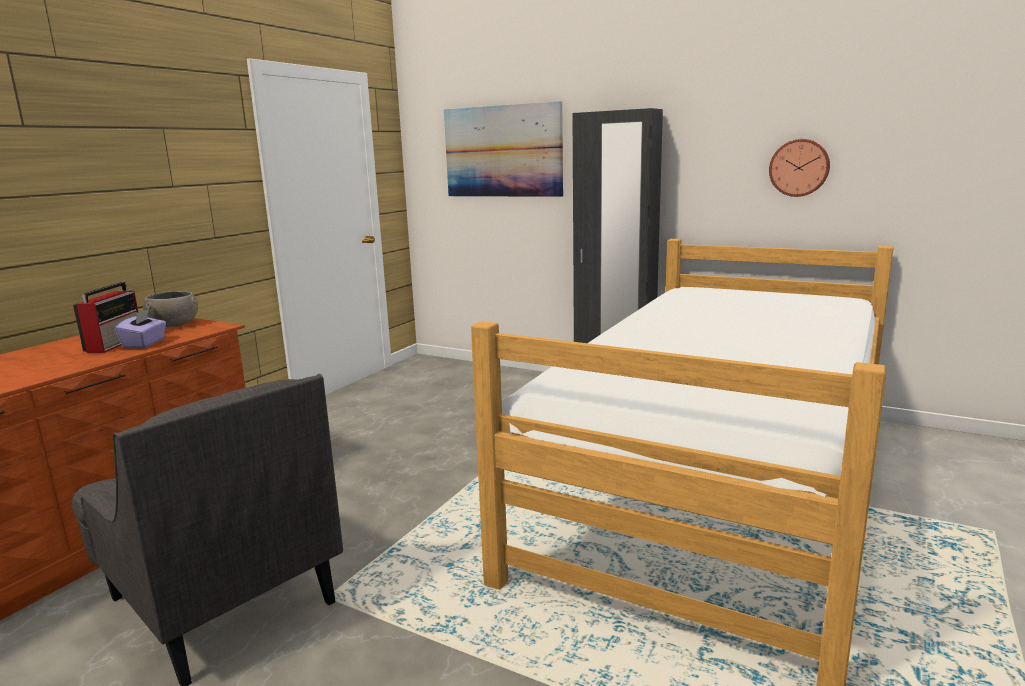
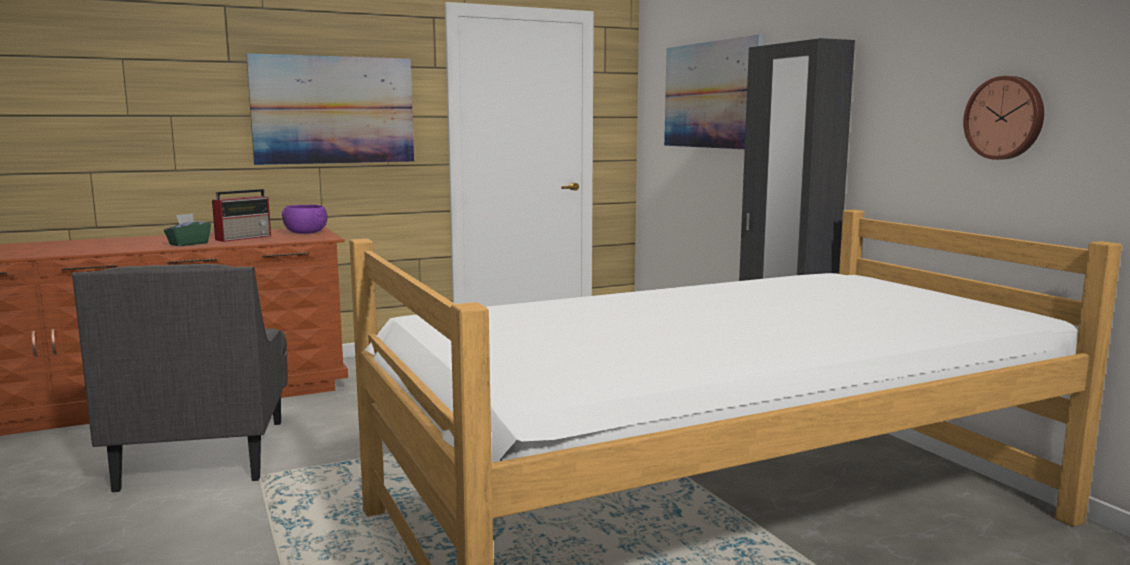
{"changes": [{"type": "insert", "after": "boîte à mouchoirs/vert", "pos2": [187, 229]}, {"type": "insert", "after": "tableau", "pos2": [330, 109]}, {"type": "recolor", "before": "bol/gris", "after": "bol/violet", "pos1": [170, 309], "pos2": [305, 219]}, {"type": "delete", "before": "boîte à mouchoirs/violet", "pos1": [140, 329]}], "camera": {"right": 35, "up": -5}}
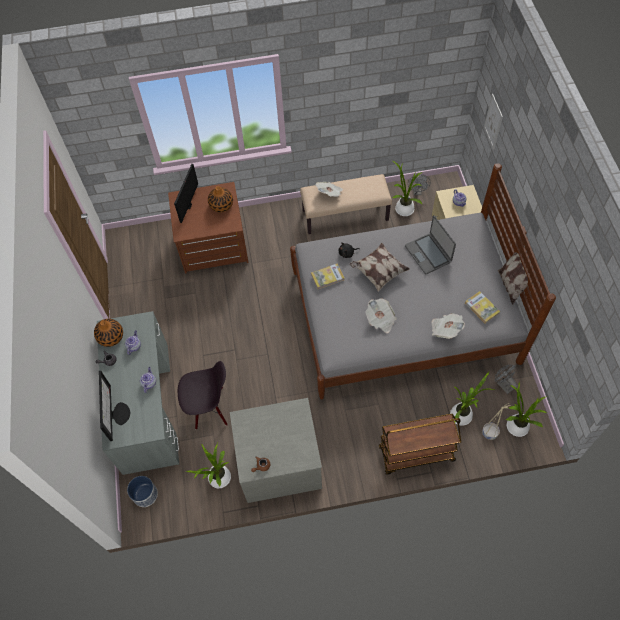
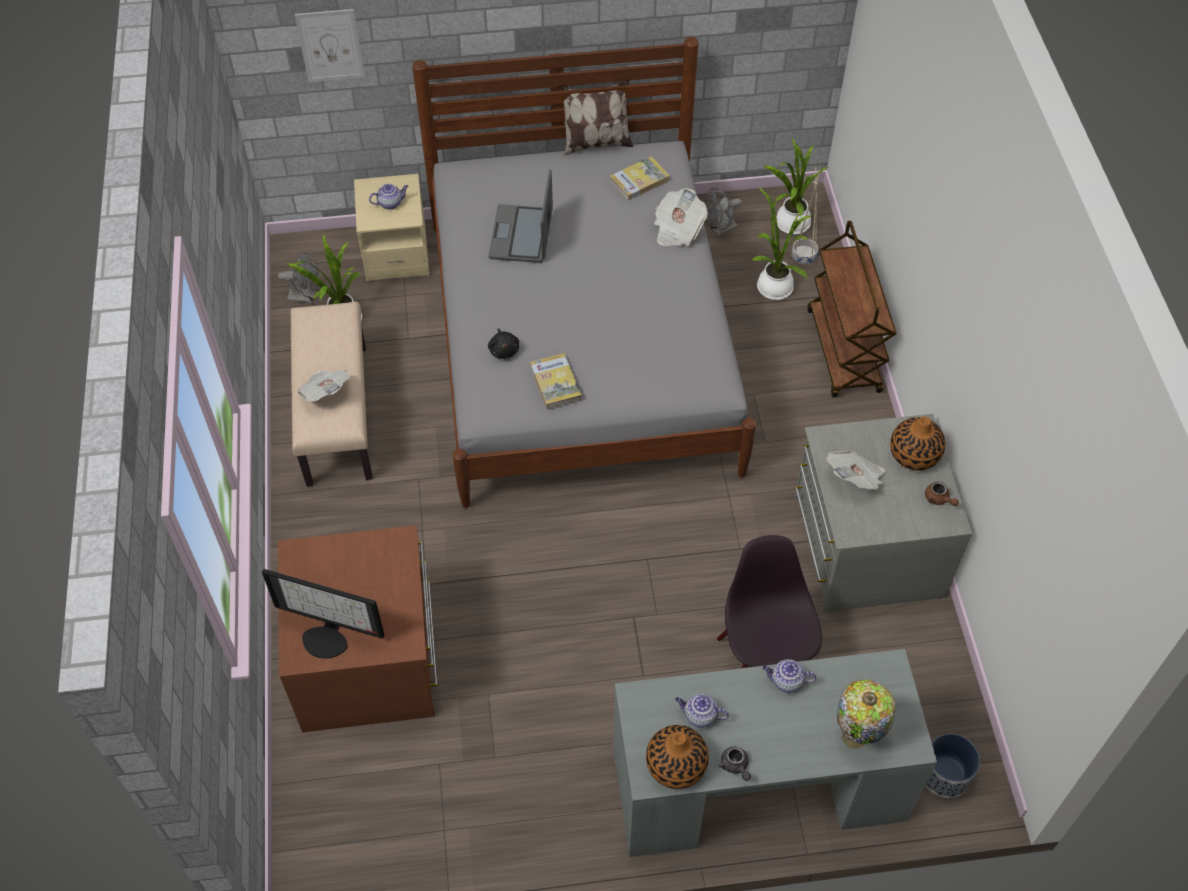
{"changes": [{"type": "rotate", "before": "ordinateur portable", "pos1": [430, 244], "pos2": [520, 216], "turn": 120}, {"type": "move", "before": "journal", "pos1": [381, 315], "pos2": [856, 470]}, {"type": "replace", "before": "écran d'ordinateur", "after": "lampe de table", "pos1": [114, 406], "pos2": [866, 714]}, {"type": "move", "before": "vase", "pos1": [220, 199], "pos2": [917, 443]}, {"type": "delete", "before": "plante en pot", "pos1": [208, 465]}, {"type": "delete", "before": "coussin", "pos1": [380, 267]}], "camera": {"right": -90, "up": -5}}
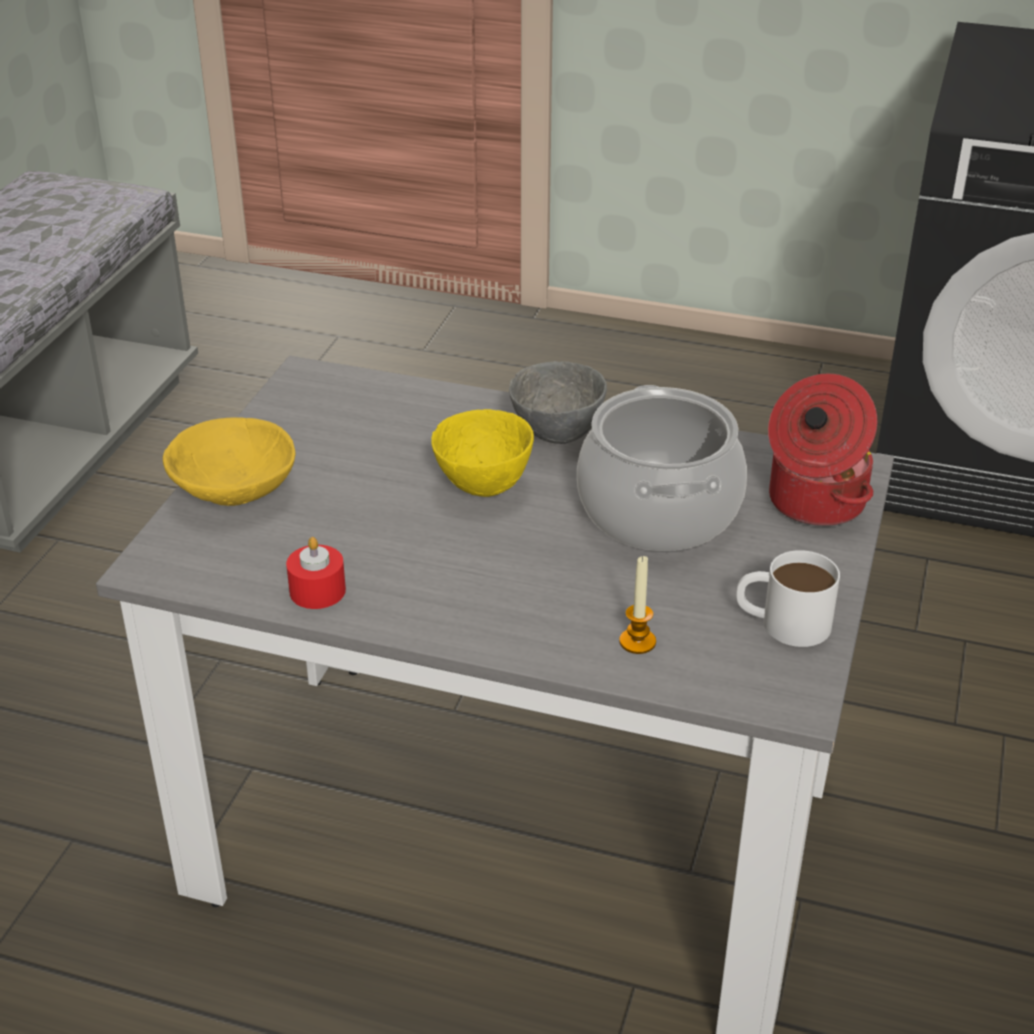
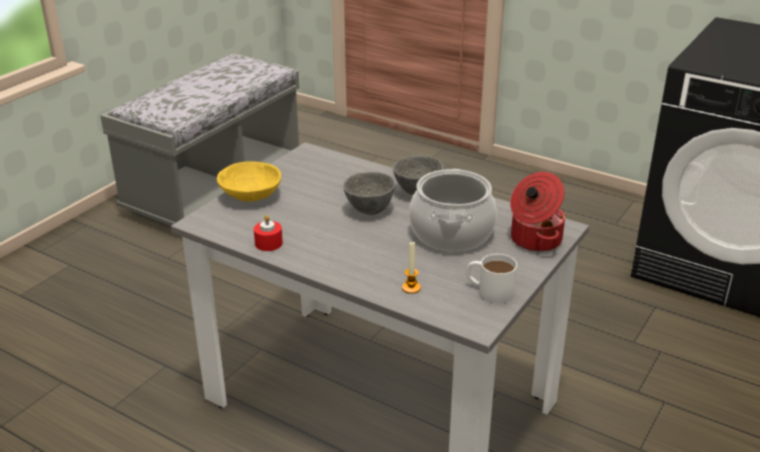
{"changes": [{"type": "recolor", "before": "bol/jaune", "after": "bol/gris", "pos1": [482, 453], "pos2": [369, 193]}], "camera": {"right": 15, "up": -5}}
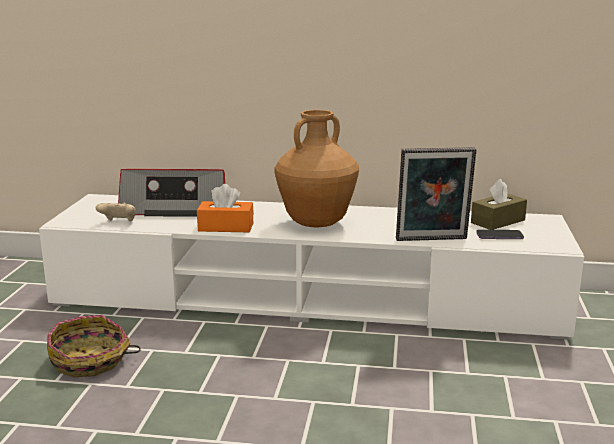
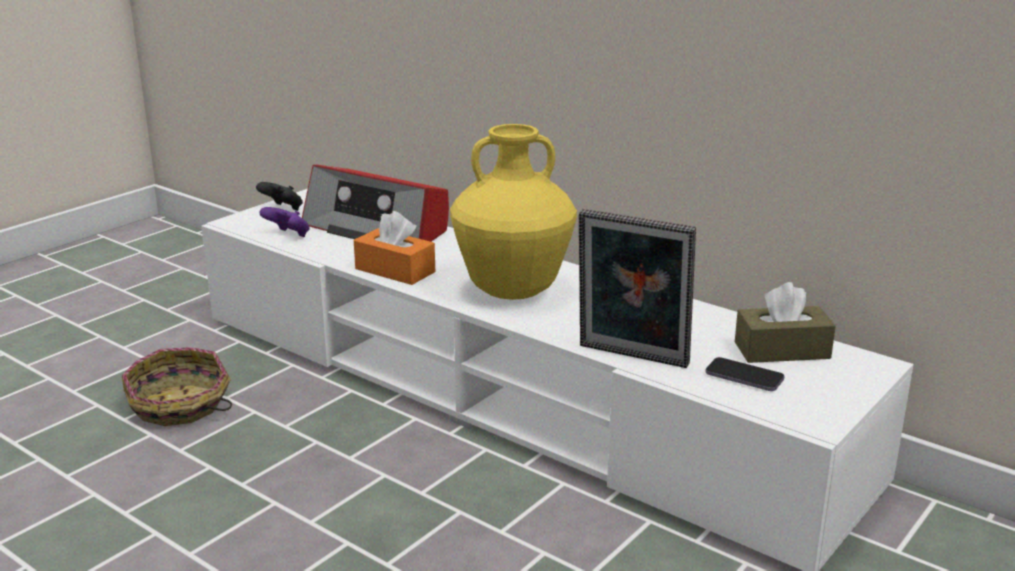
{"changes": [{"type": "insert", "after": "manette/noir", "pos2": [279, 196]}, {"type": "recolor", "before": "manette/beige", "after": "manette/violet", "pos1": [116, 212], "pos2": [284, 222]}, {"type": "recolor", "before": "vase/marron", "after": "vase/jaune", "pos1": [317, 168], "pos2": [513, 212]}], "camera": {"right": 30, "up": 5}}
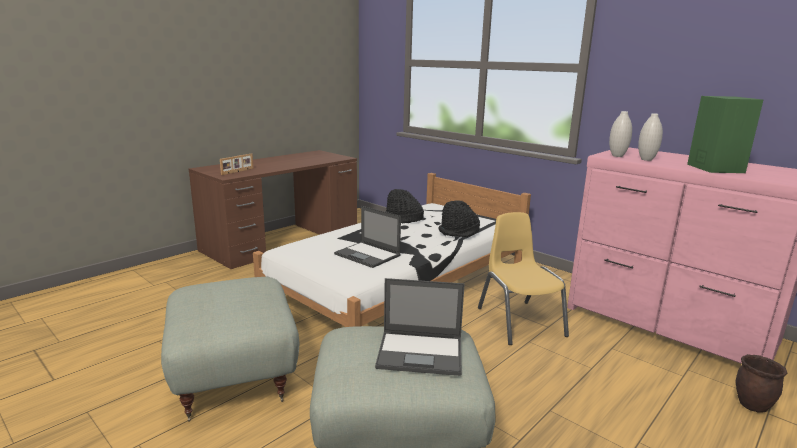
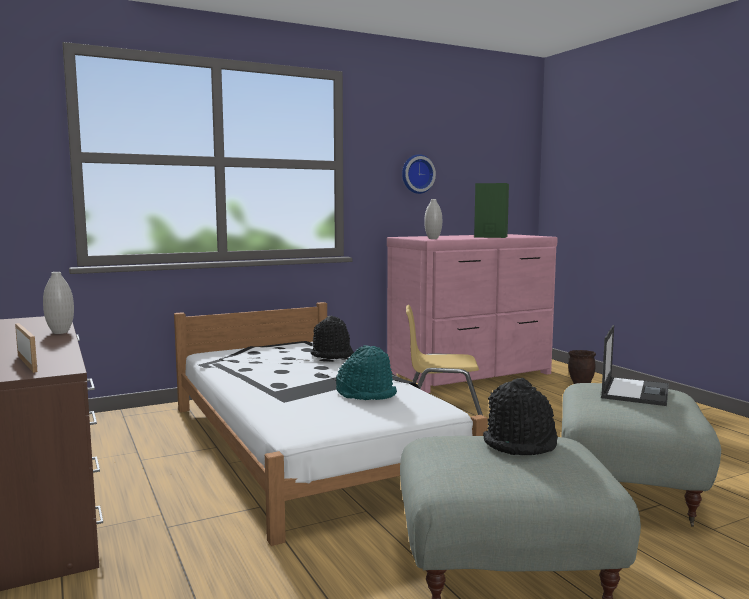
{"changes": [{"type": "move", "before": "vase/blanc", "pos1": [650, 137], "pos2": [58, 303]}, {"type": "replace", "before": "ordinateur portable", "after": "chapeau/turquoise", "pos1": [367, 237], "pos2": [366, 372]}, {"type": "insert", "after": "horloge murale", "pos2": [419, 174]}, {"type": "move", "before": "chapeau/noir", "pos1": [404, 206], "pos2": [520, 416]}], "camera": {"right": -70, "up": -10}}
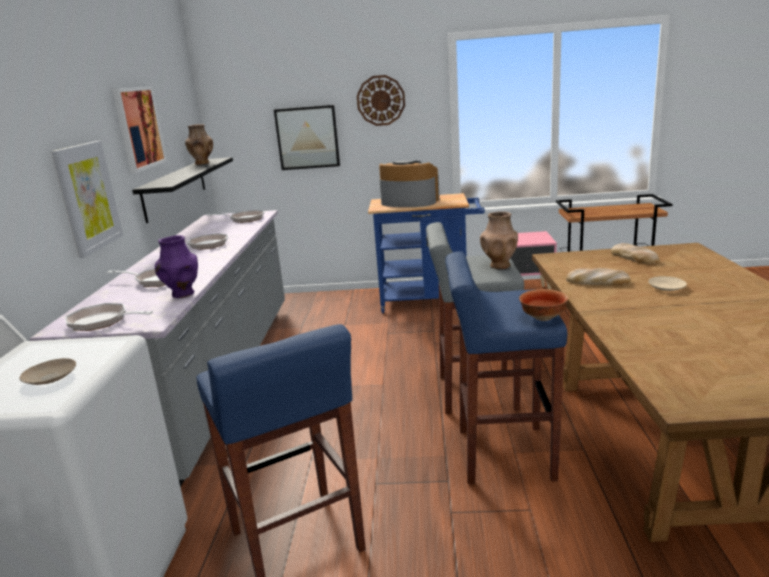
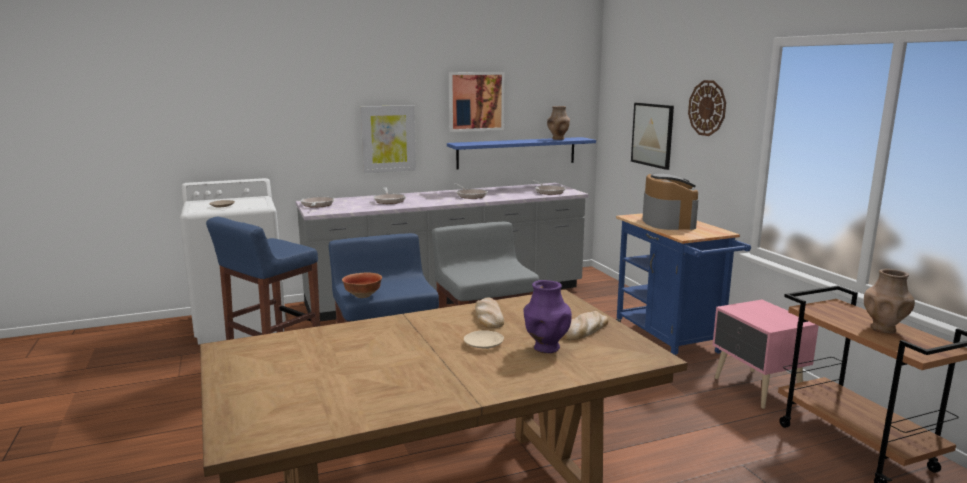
{"changes": [{"type": "recolor", "before": "étagère/noir", "after": "étagère/bleu", "pos1": [182, 190], "pos2": [521, 153]}, {"type": "move", "before": "vase/violet", "pos1": [176, 266], "pos2": [547, 316]}, {"type": "move", "before": "vase/marron", "pos1": [499, 240], "pos2": [889, 301]}], "camera": {"right": 65, "up": -5}}
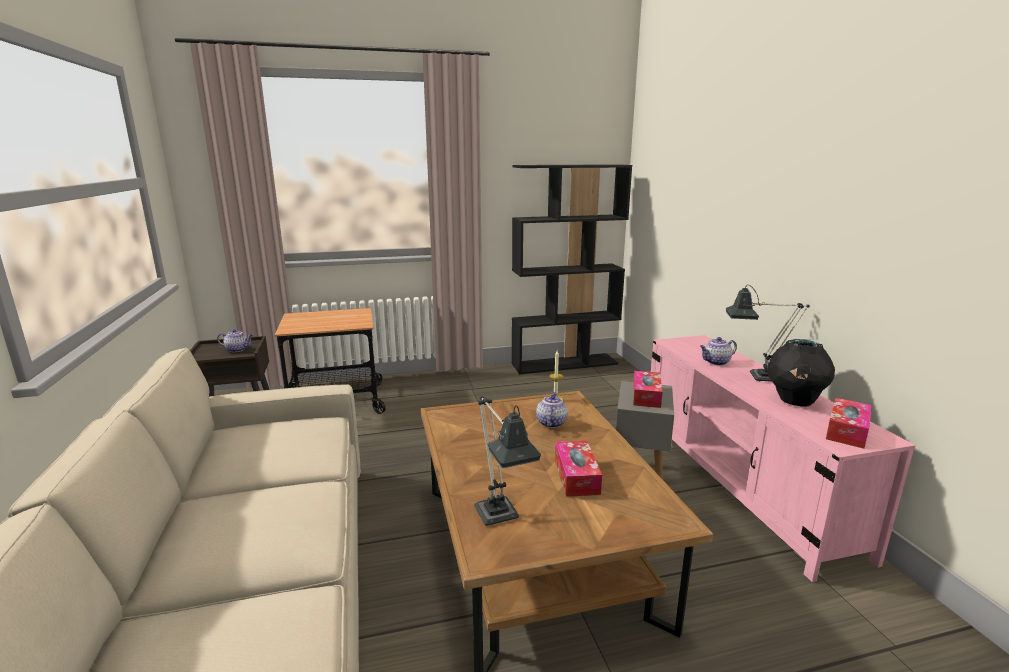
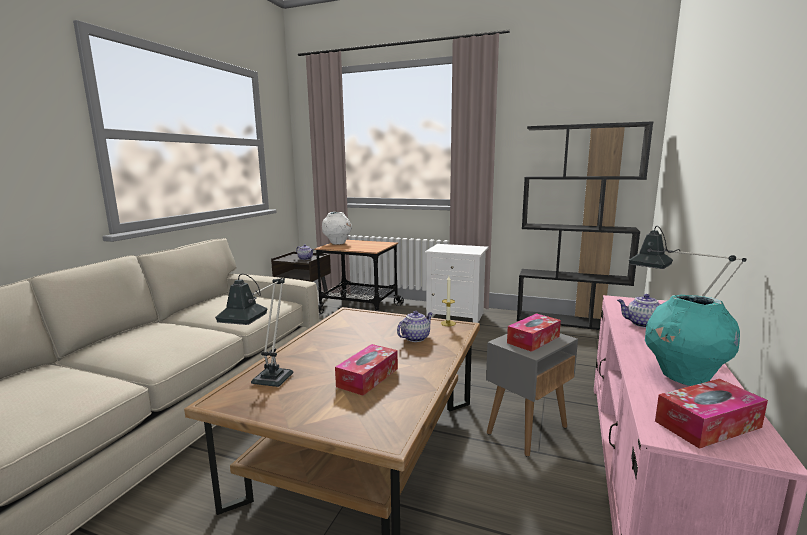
{"changes": [{"type": "insert", "after": "vase/blanc", "pos2": [337, 228]}, {"type": "insert", "after": "table de chevet/blanc", "pos2": [456, 283]}, {"type": "recolor", "before": "vase/noir", "after": "vase/turquoise", "pos1": [801, 373], "pos2": [692, 340]}], "camera": {"right": 35, "up": -5}}
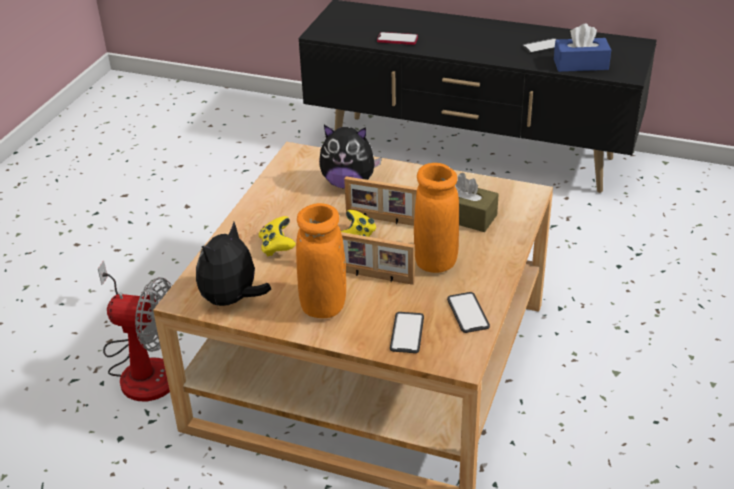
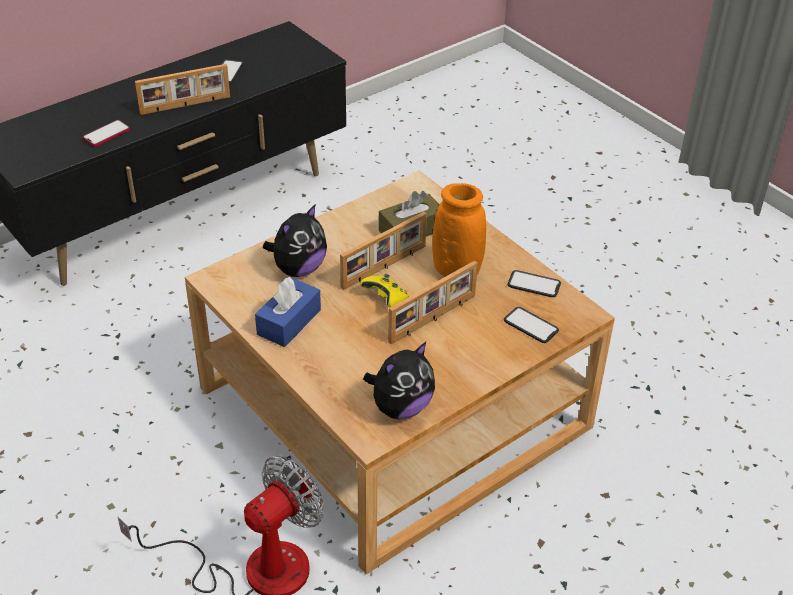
{"changes": [{"type": "insert", "after": "cadre photo", "pos2": [182, 89]}, {"type": "move", "before": "boîte à mouchoirs/bleu", "pos1": [582, 48], "pos2": [288, 312]}, {"type": "rotate", "before": "peluche", "pos1": [233, 264], "pos2": [399, 380], "turn": -105}, {"type": "delete", "before": "manette/jaune", "pos1": [277, 236]}, {"type": "delete", "before": "vase/orange", "pos1": [321, 260]}], "camera": {"right": -60, "up": 5}}
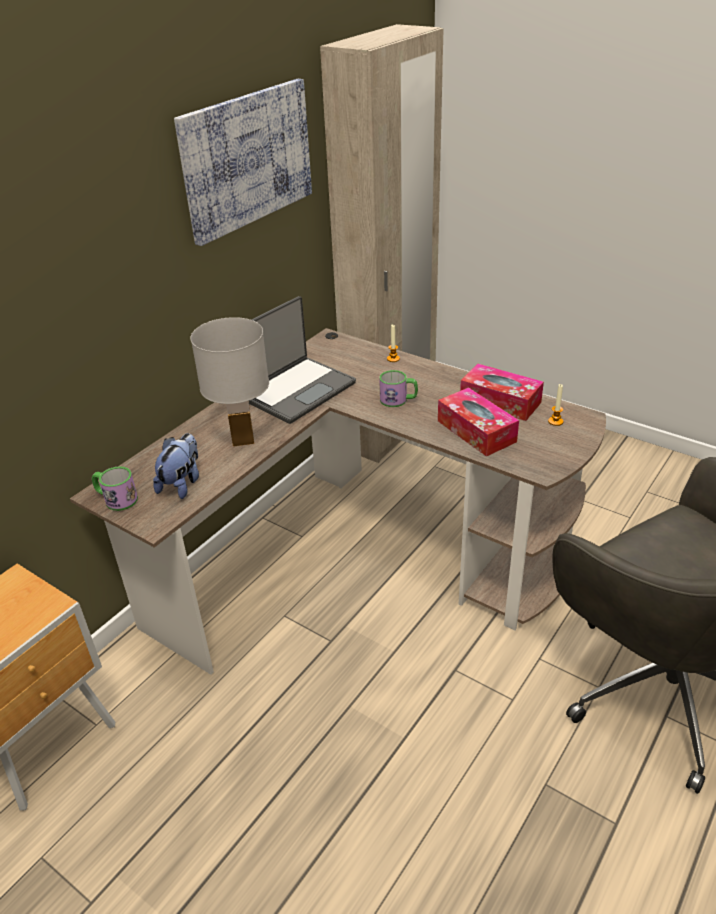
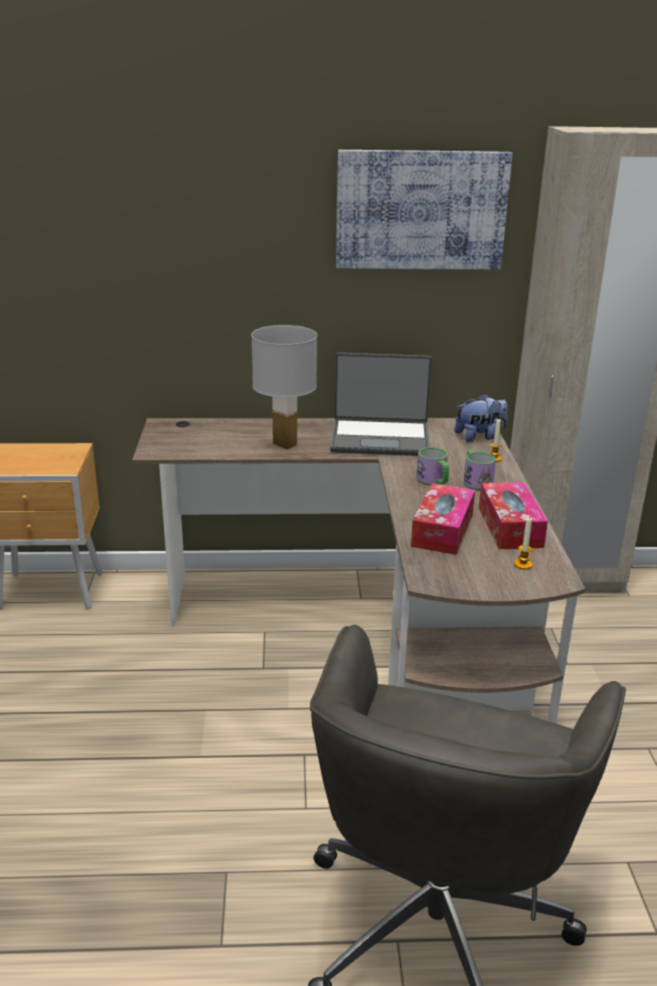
{"changes": [{"type": "move", "before": "peluche", "pos1": [176, 466], "pos2": [481, 417]}, {"type": "move", "before": "mug", "pos1": [115, 488], "pos2": [480, 470]}], "camera": {"right": 50, "up": -10}}
